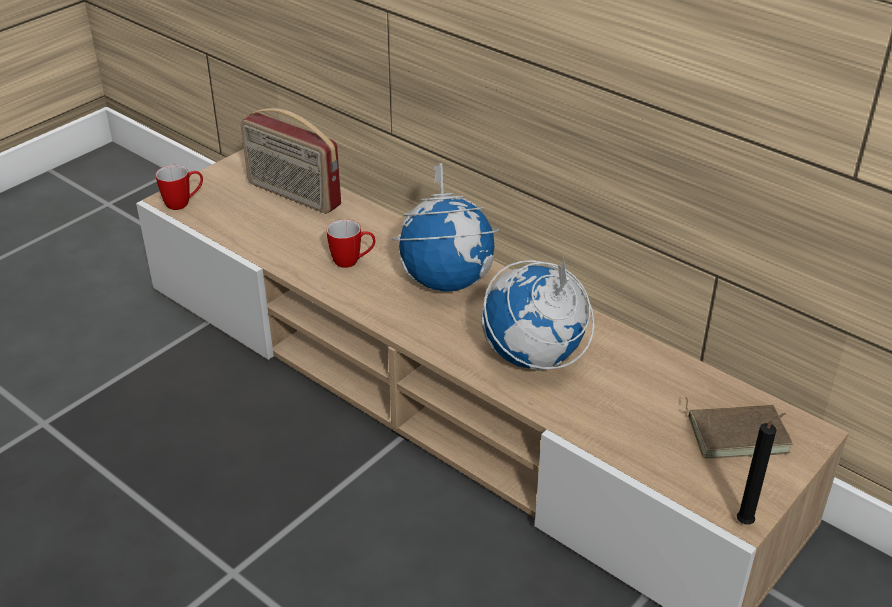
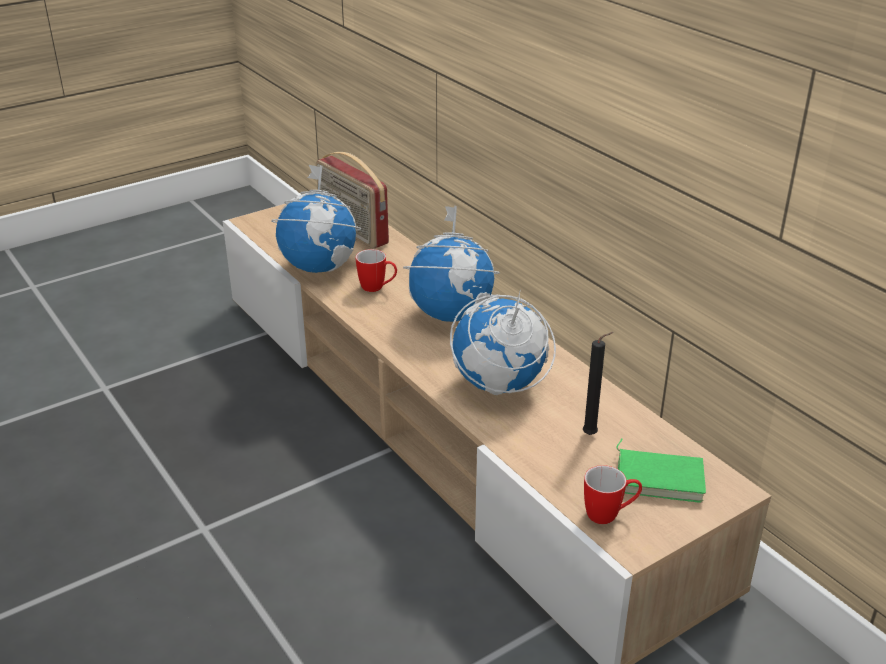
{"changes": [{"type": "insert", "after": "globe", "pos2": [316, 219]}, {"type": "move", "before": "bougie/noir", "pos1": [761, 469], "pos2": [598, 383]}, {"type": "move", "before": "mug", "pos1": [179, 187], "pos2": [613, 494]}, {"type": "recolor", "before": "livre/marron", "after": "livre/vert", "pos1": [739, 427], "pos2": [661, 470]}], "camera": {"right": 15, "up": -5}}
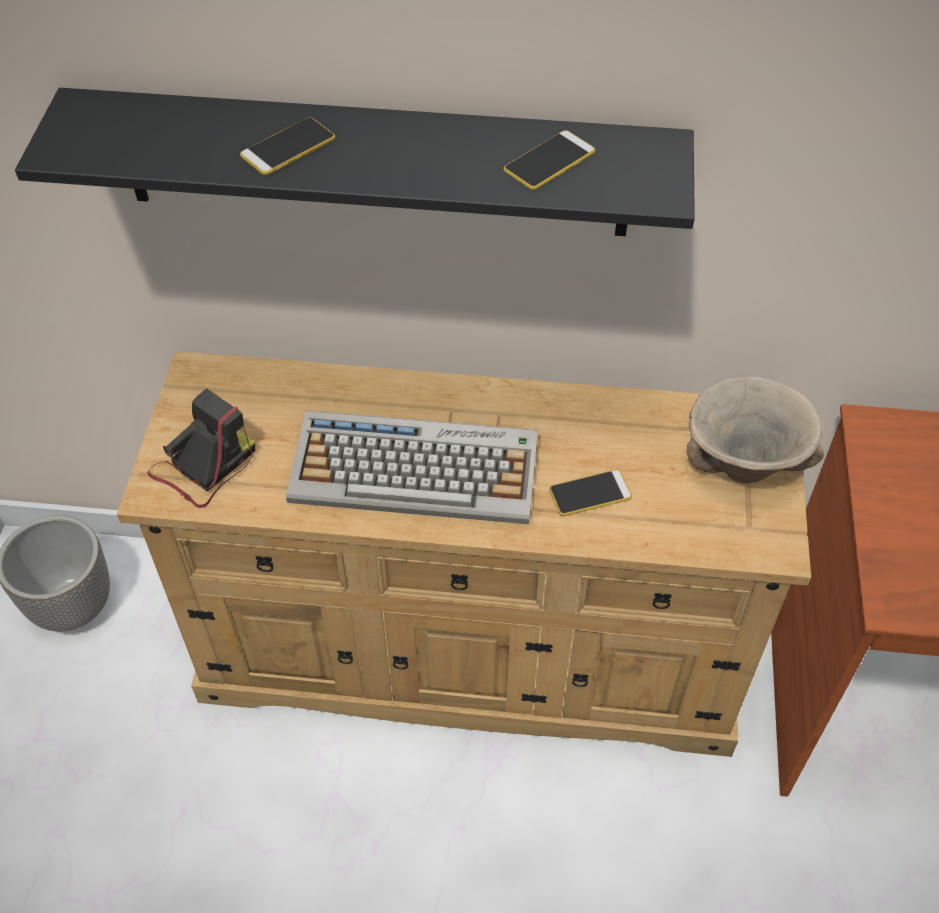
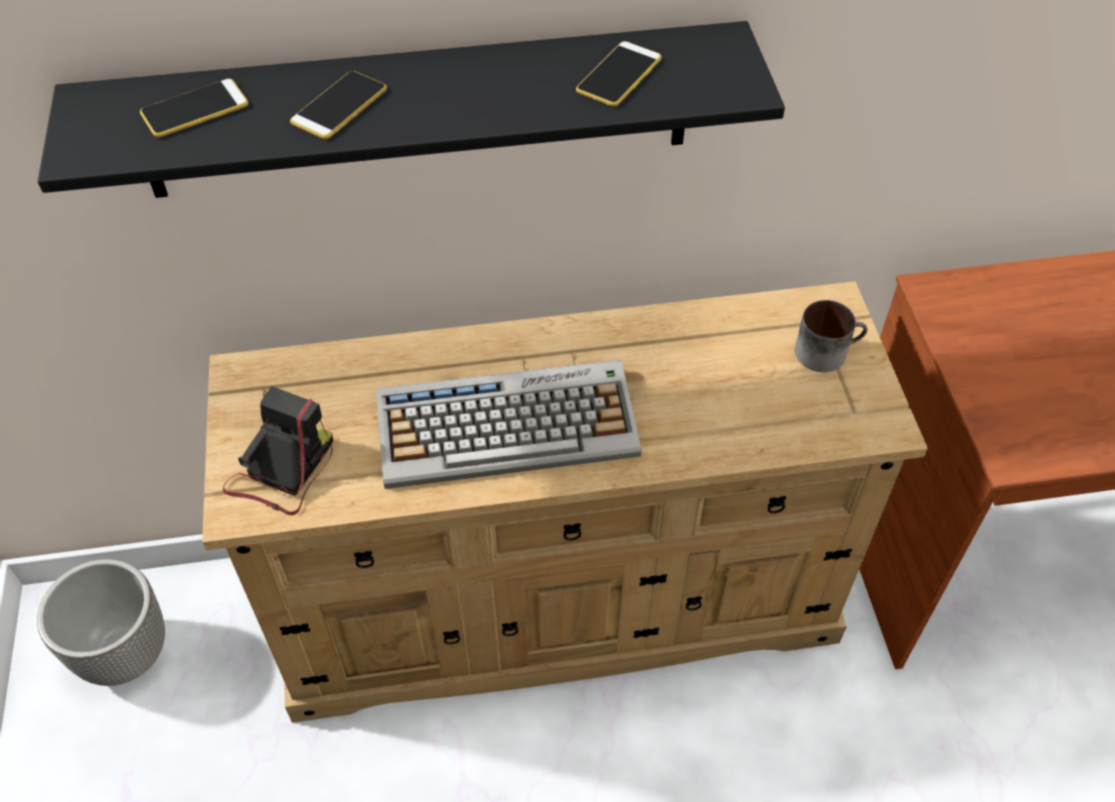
{"changes": [{"type": "move", "before": "téléphone", "pos1": [590, 493], "pos2": [194, 108]}, {"type": "replace", "before": "bol/beige", "after": "mug", "pos1": [755, 430], "pos2": [831, 336]}], "camera": {"right": -15, "up": 0}}
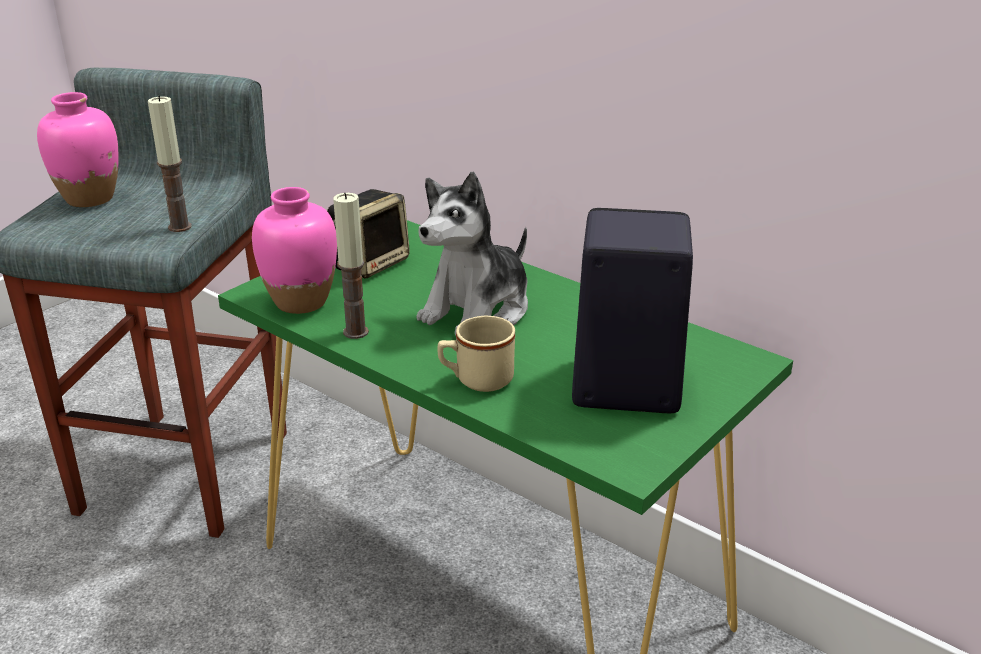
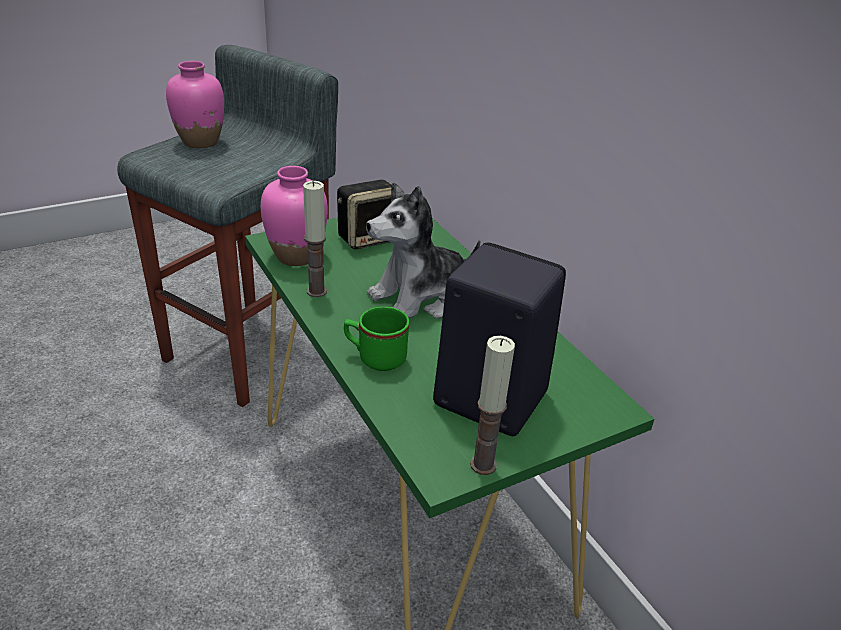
{"changes": [{"type": "recolor", "before": "mug/beige", "after": "mug/vert", "pos1": [476, 354], "pos2": [376, 339]}, {"type": "move", "before": "bougie", "pos1": [170, 163], "pos2": [492, 405]}], "camera": {"right": 20, "up": 5}}
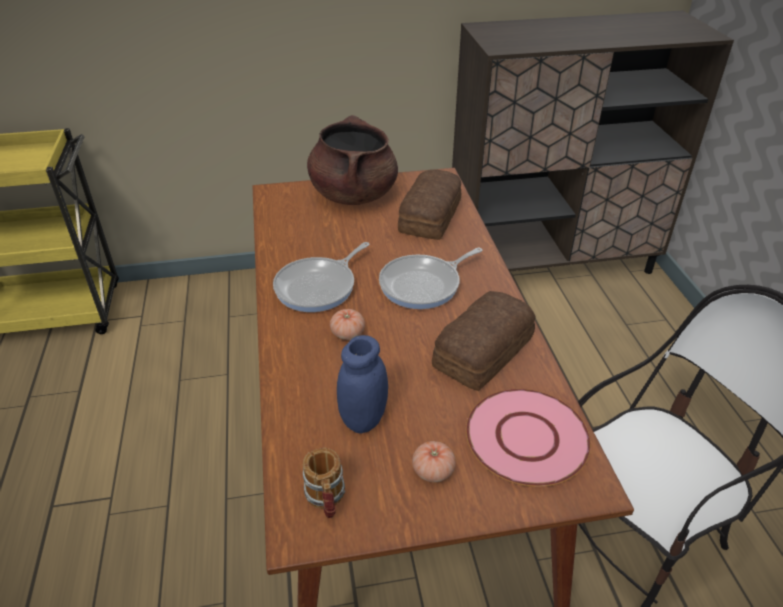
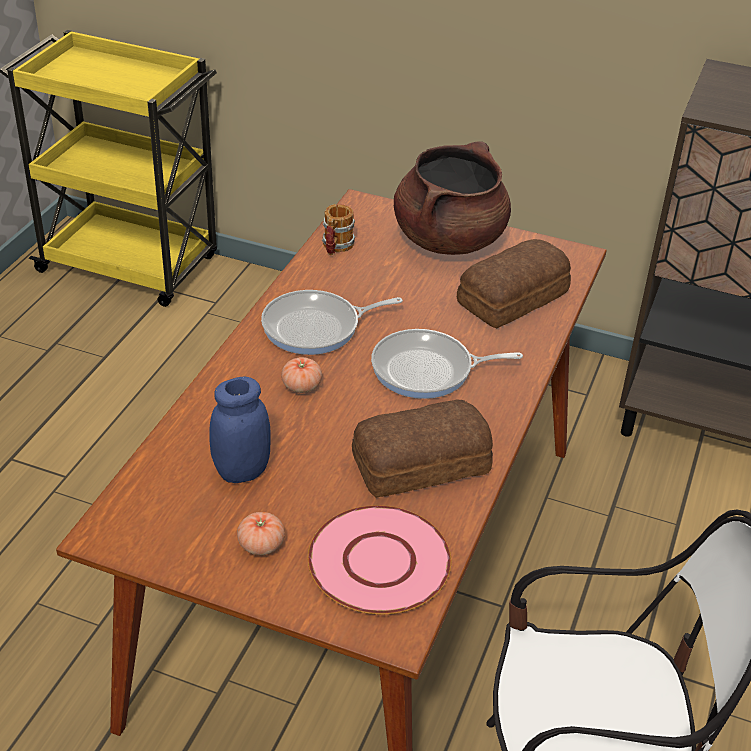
{"changes": [{"type": "move", "before": "mug", "pos1": [324, 483], "pos2": [338, 229]}], "camera": {"right": 30, "up": 0}}
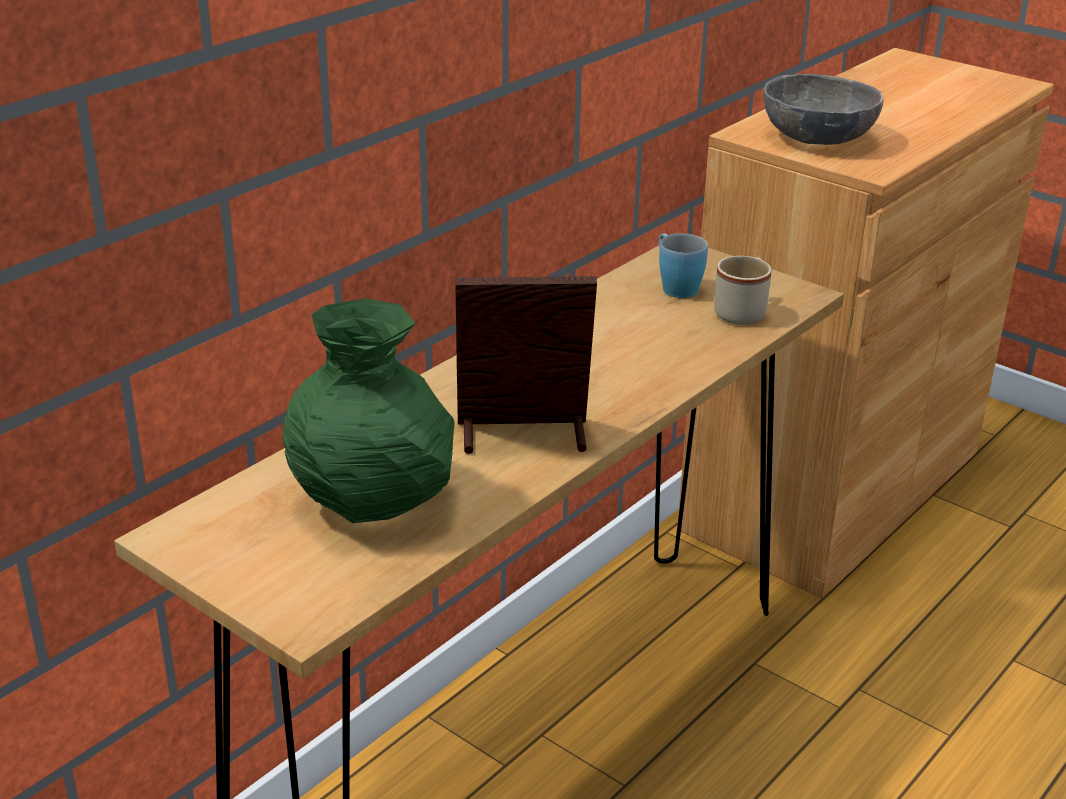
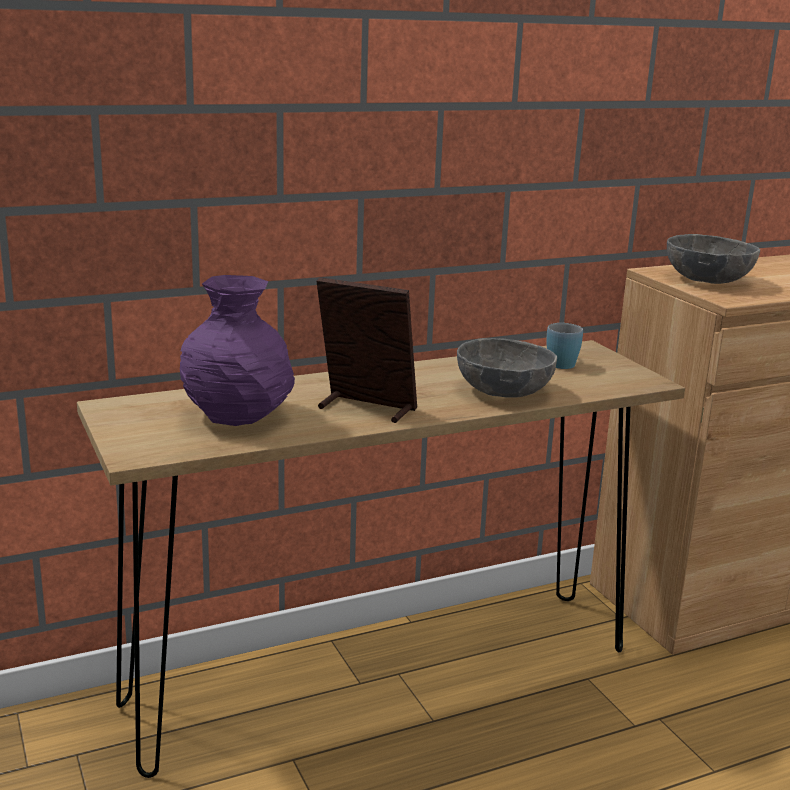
{"changes": [{"type": "recolor", "before": "vase/vert", "after": "vase/violet", "pos1": [368, 410], "pos2": [237, 350]}, {"type": "insert", "after": "bol/gris", "pos2": [507, 368]}, {"type": "delete", "before": "mug/beige", "pos1": [742, 290]}], "camera": {"right": 25, "up": -10}}
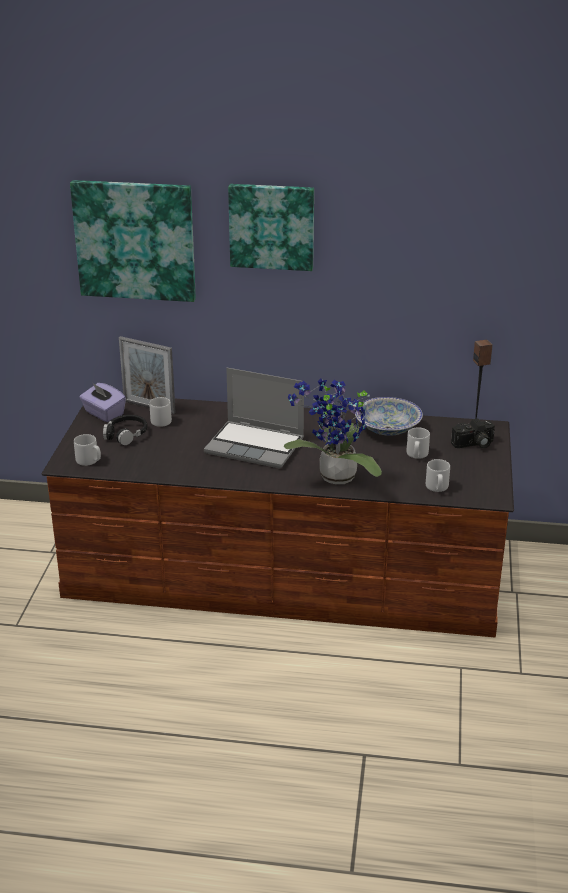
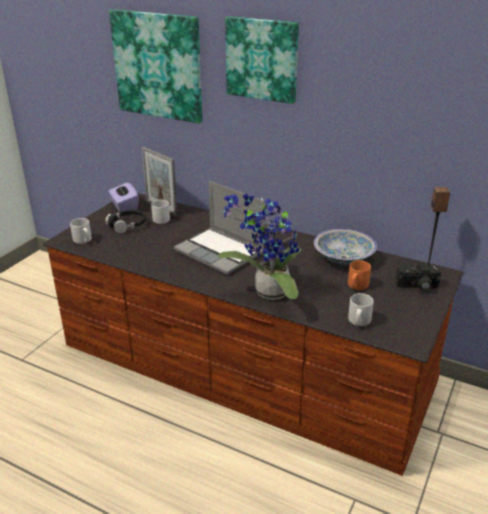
{"changes": [{"type": "recolor", "before": "mug/gris", "after": "mug/orange", "pos1": [418, 443], "pos2": [359, 275]}], "camera": {"right": 20, "up": 0}}
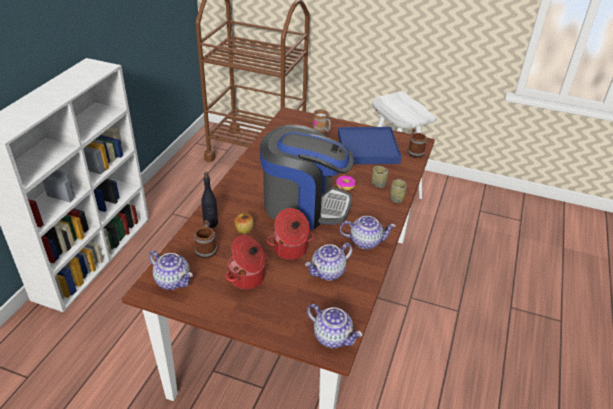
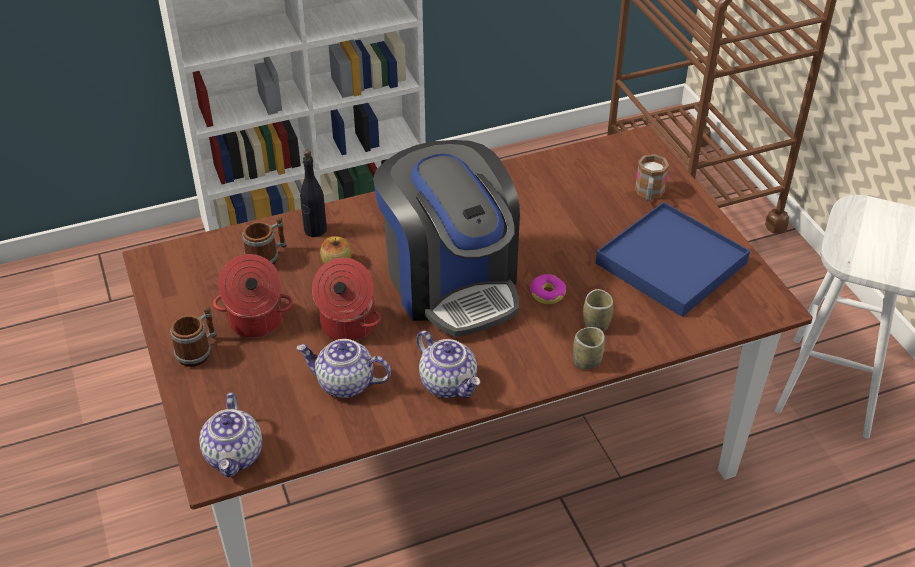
{"changes": [{"type": "move", "before": "mug", "pos1": [417, 143], "pos2": [193, 336]}, {"type": "delete", "before": "théière", "pos1": [171, 270]}], "camera": {"right": 50, "up": 5}}
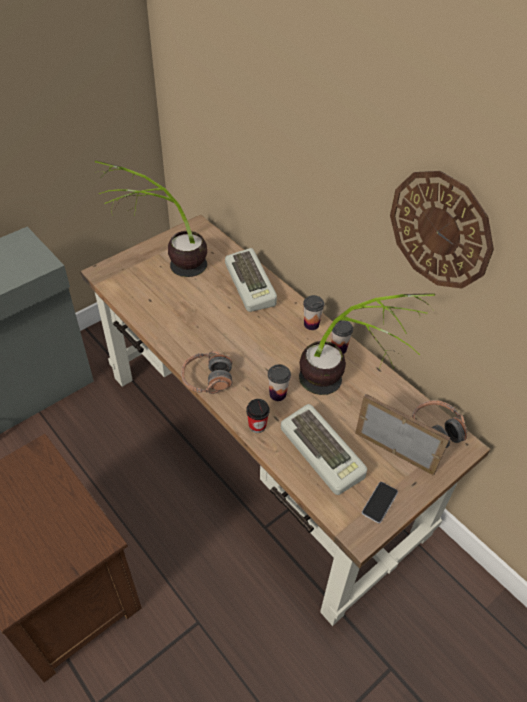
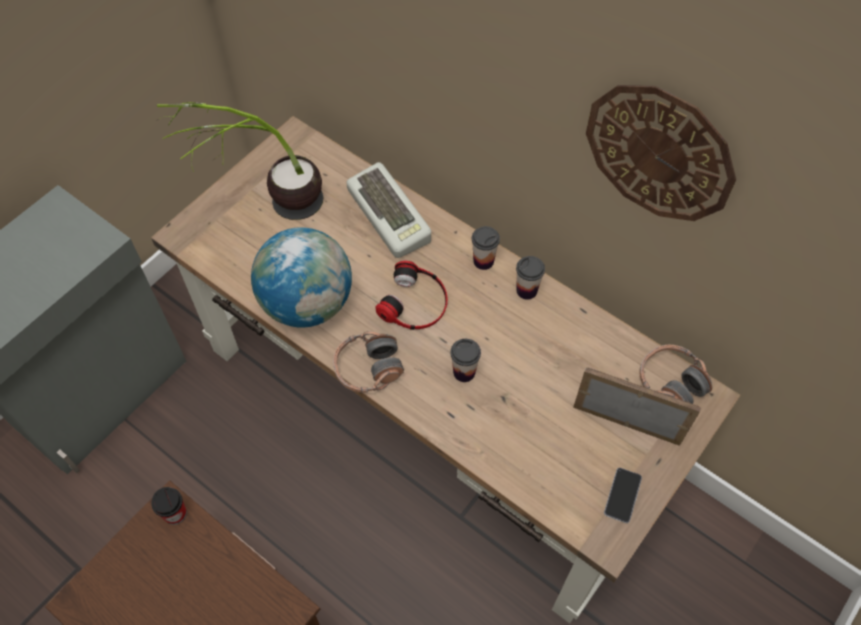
{"changes": [{"type": "move", "before": "tasse", "pos1": [258, 416], "pos2": [169, 506]}, {"type": "insert", "after": "globe", "pos2": [301, 277]}, {"type": "insert", "after": "casque audio", "pos2": [411, 295]}, {"type": "delete", "before": "clavier", "pos1": [324, 449]}, {"type": "delete", "before": "plante en pot", "pos1": [367, 344]}], "camera": {"right": -10, "up": 10}}
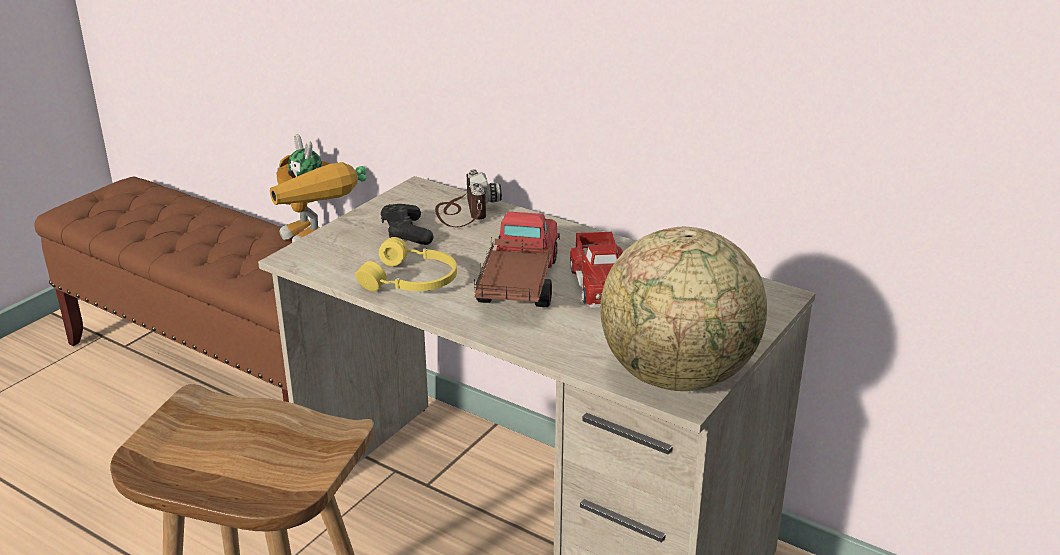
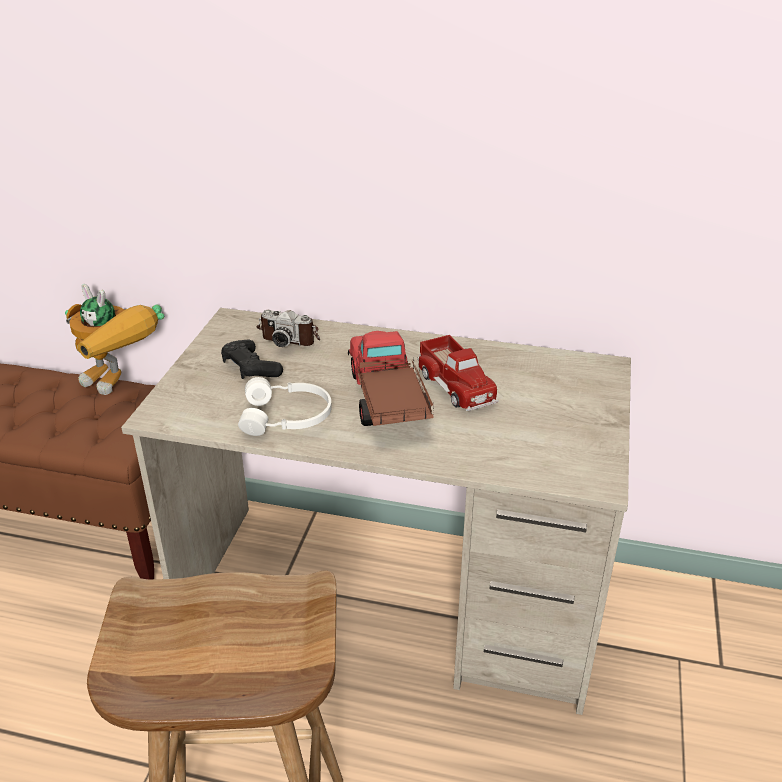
{"changes": [{"type": "recolor", "before": "casque audio/jaune", "after": "casque audio/blanc", "pos1": [406, 264], "pos2": [285, 406]}, {"type": "rotate", "before": "appareil photo", "pos1": [468, 198], "pos2": [288, 328], "turn": 135}, {"type": "delete", "before": "globe", "pos1": [683, 309]}], "camera": {"right": -20, "up": 5}}
